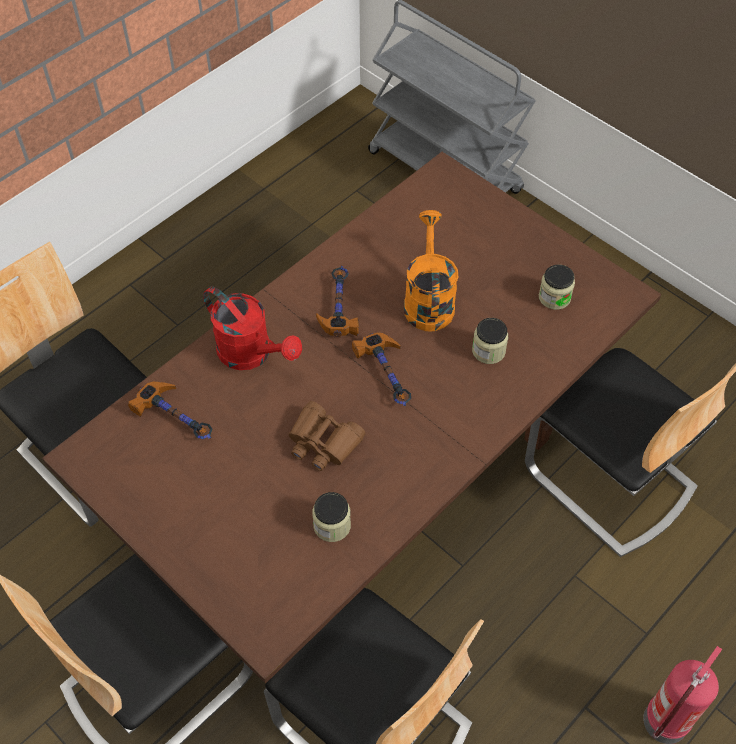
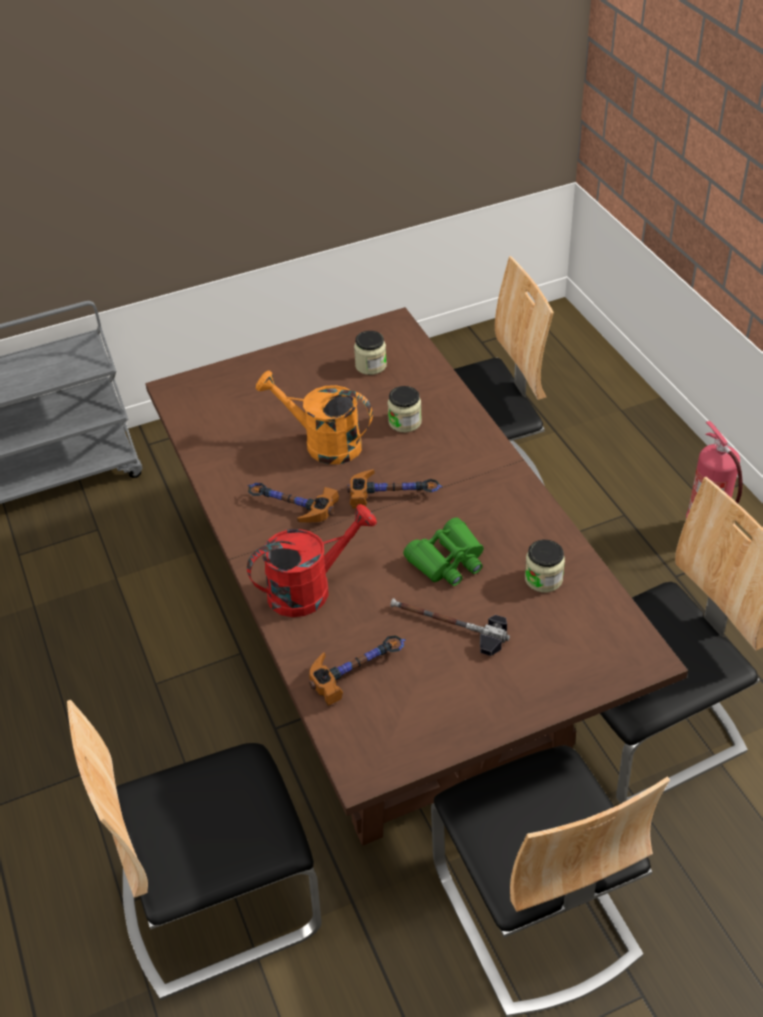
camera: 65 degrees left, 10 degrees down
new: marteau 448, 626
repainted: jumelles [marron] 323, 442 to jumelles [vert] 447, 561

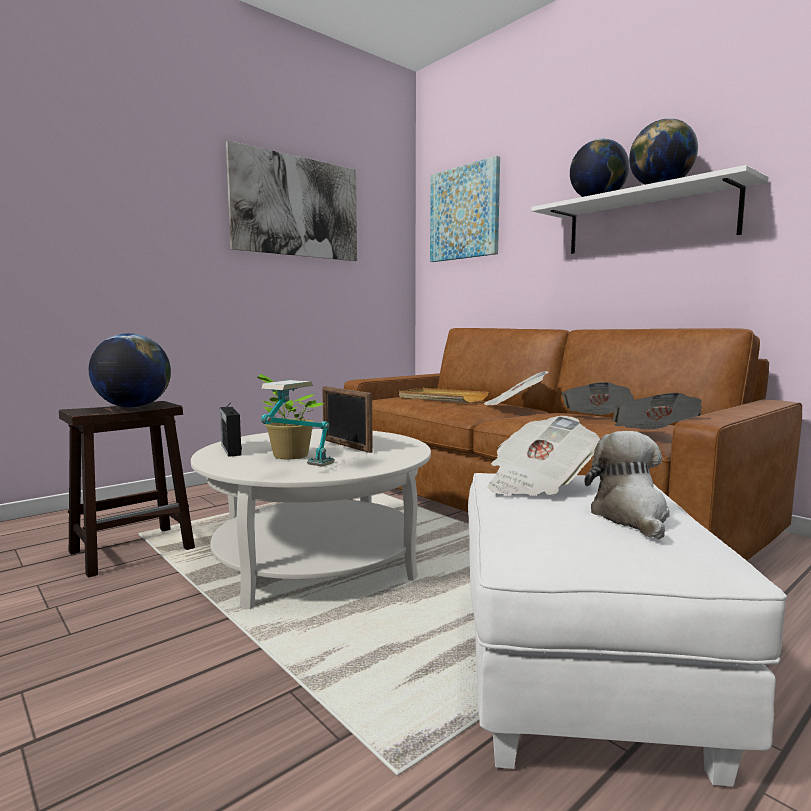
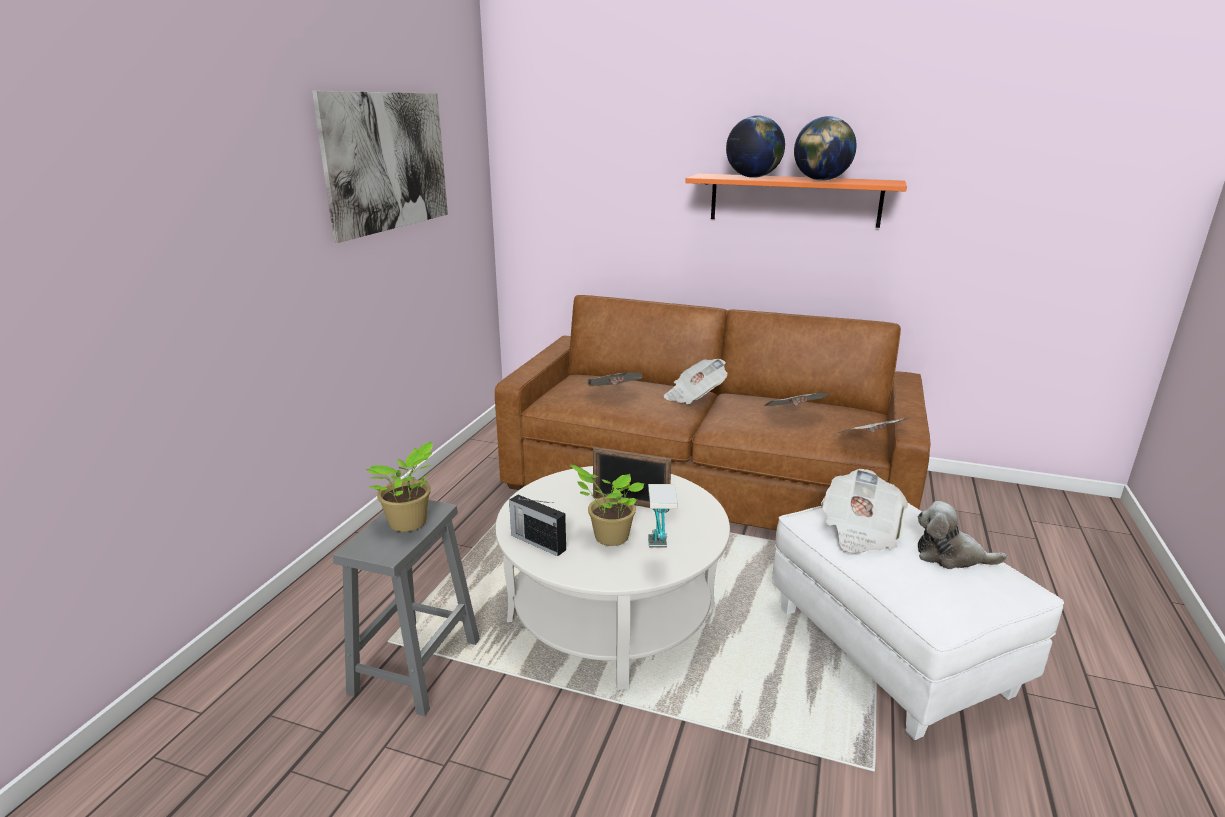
camera: 30 degrees left, 15 degrees up
gone: tableau 464, 213
swapped: globe 133, 407 to plante en pot 410, 523; plateau [beige] 441, 398 to journal 614, 394
repainted: tabouret [marron] 134, 550 to tabouret [gris] 417, 664; étagère [blanc] 648, 221 to étagère [orange] 794, 200
rotated: peluche 631, 517 = 950, 556 45 degrees counterclockwise

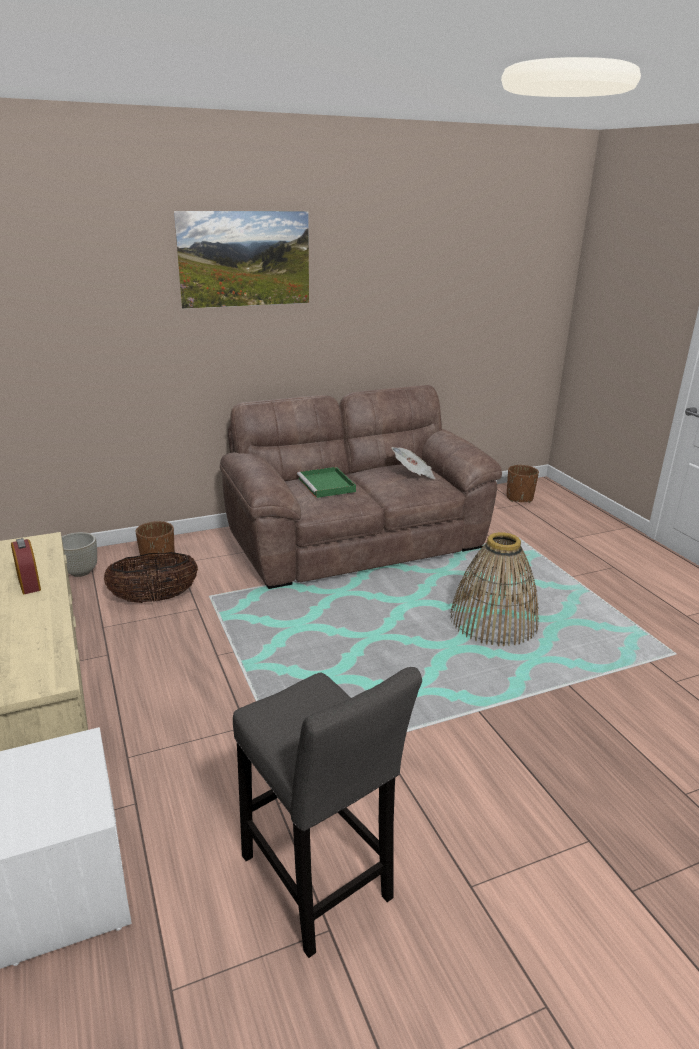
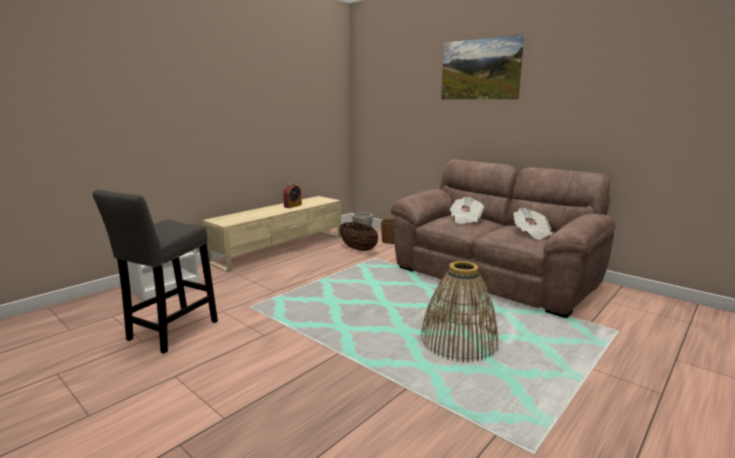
camera: 65 degrees right, 10 degrees down
gone: cache-pot [marron] 519, 498
swapped: plateau [vert] 327, 485 to journal 465, 219

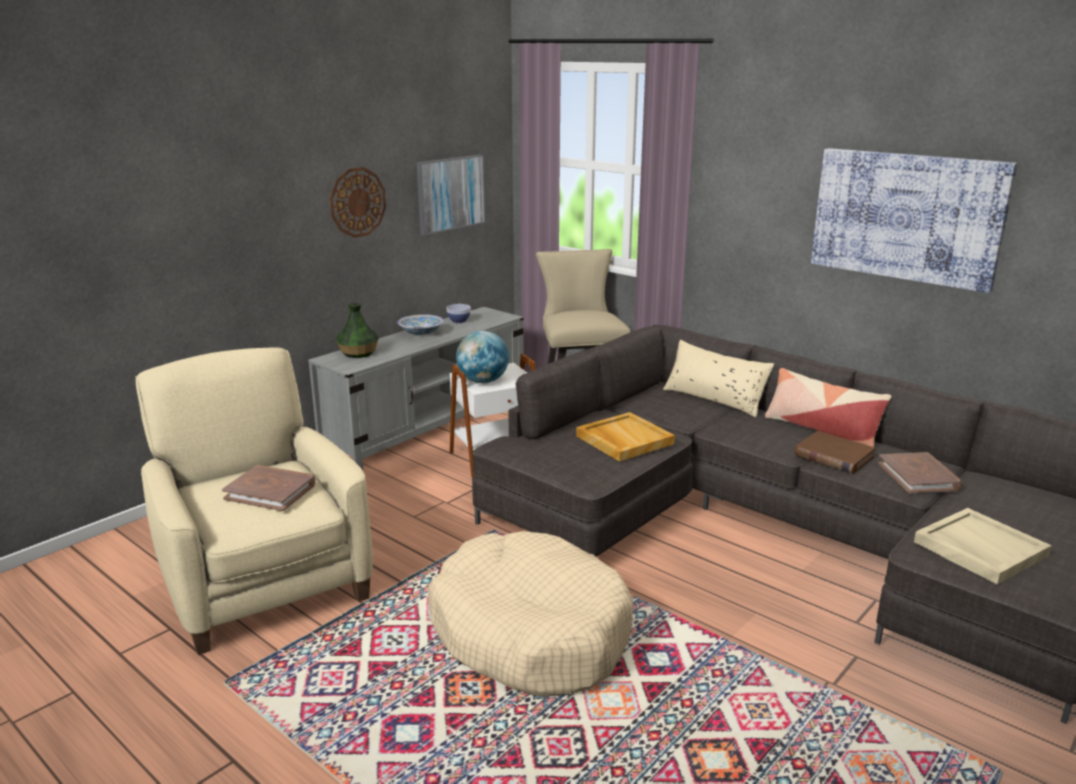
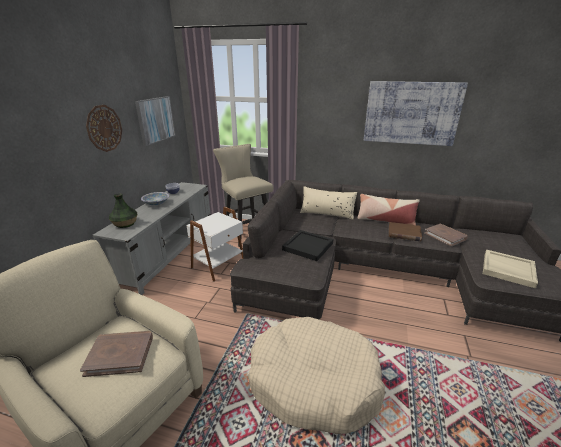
camera: 25 degrees left, 5 degrees up
gone: globe 483, 381
repainted: plateau [beige] 623, 440 to plateau [noir] 307, 246

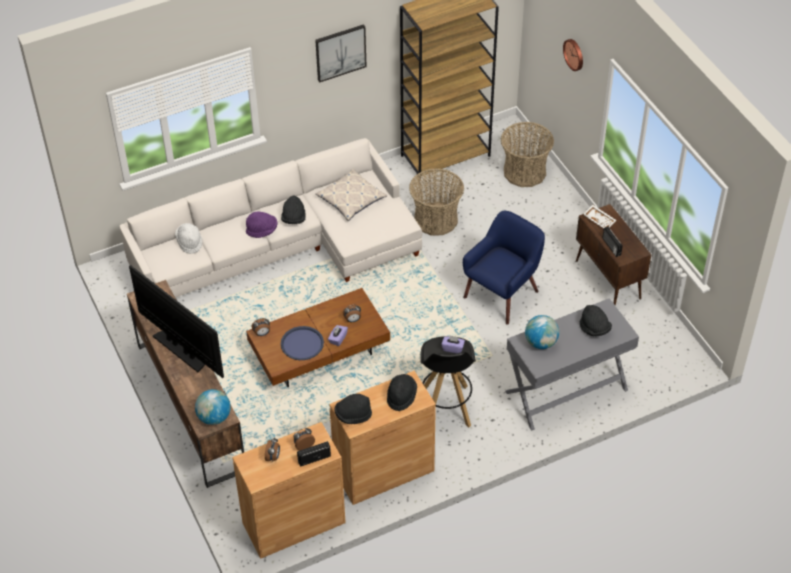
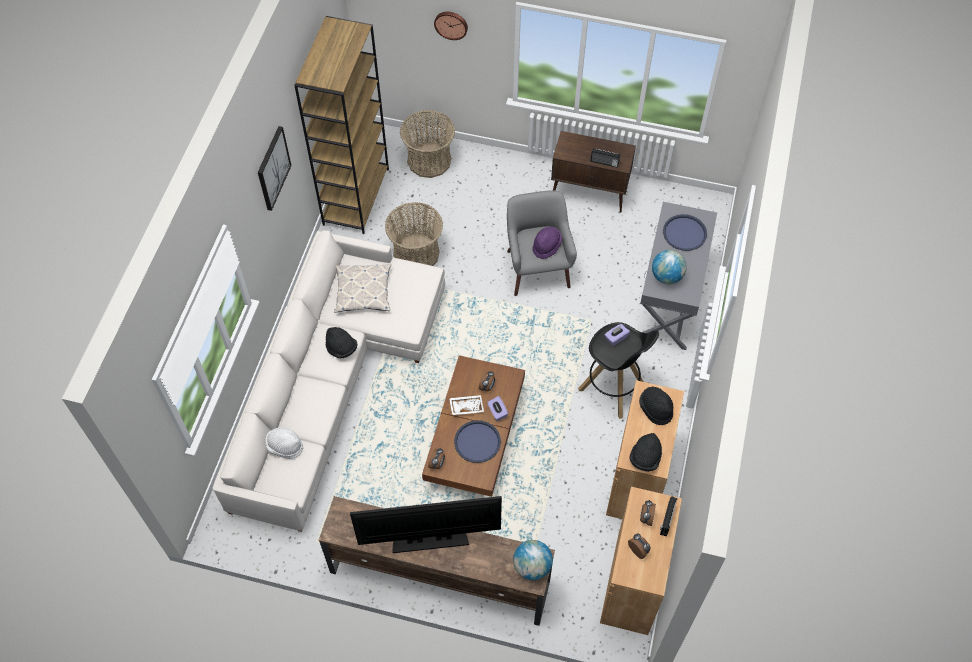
camera: 50 degrees left, 10 degrees up
shifted: chapeau [violet] 262, 230 to 546, 246; plateau [blanc] 599, 220 to 466, 406
swapped: chapeau [noir] 594, 329 to plateau [bleu] 684, 233
repainted: fauteuil [bleu] 502, 294 to fauteuil [gris] 537, 268

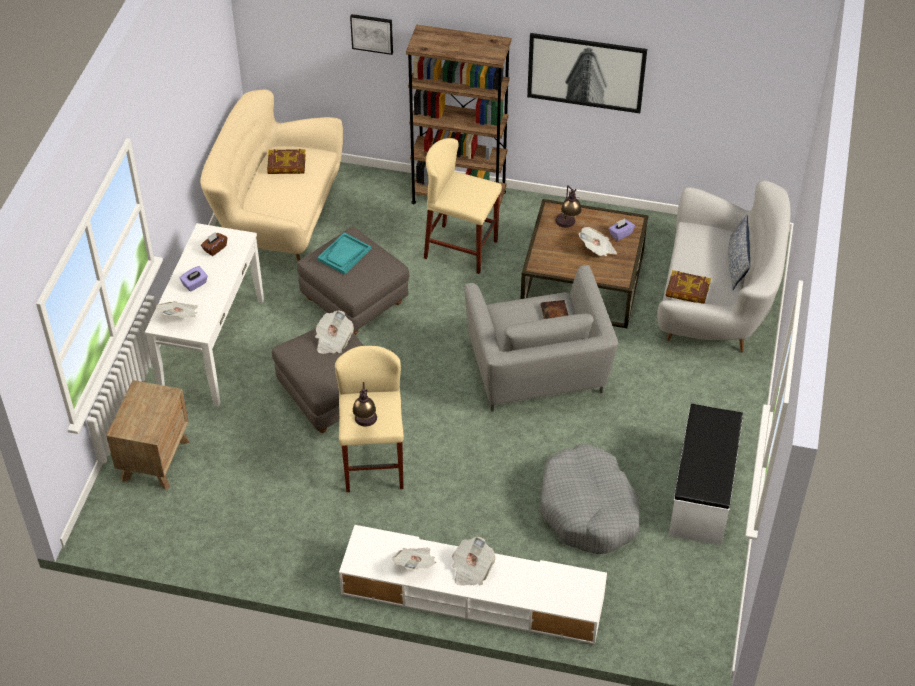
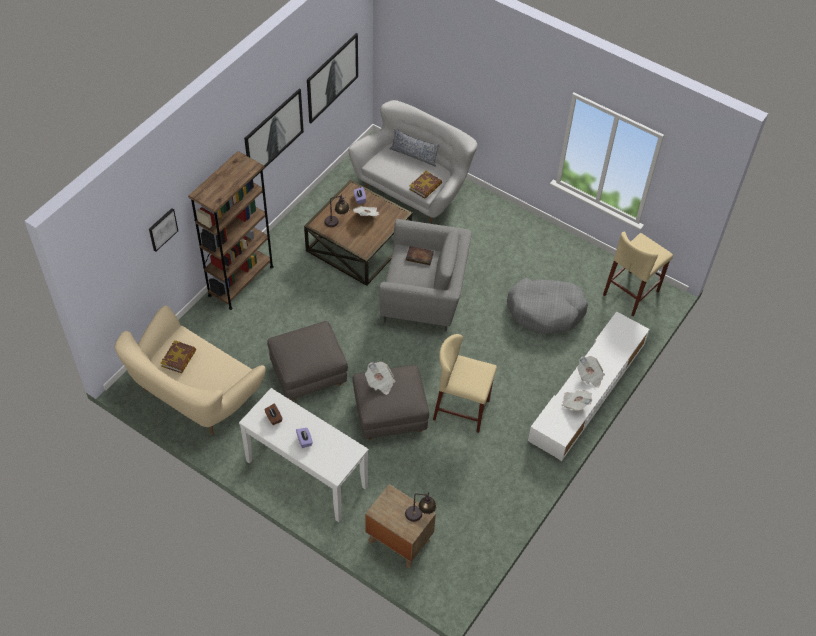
camera: 70 degrees left, 5 degrees up
gone: journal 180, 316; plateau [turquoise] 344, 255; banc [blanc] 703, 493
new: tableau 331, 77
shifted: lampe de table 365, 424 to 420, 516; tabouret [beige] 461, 249 to 631, 293

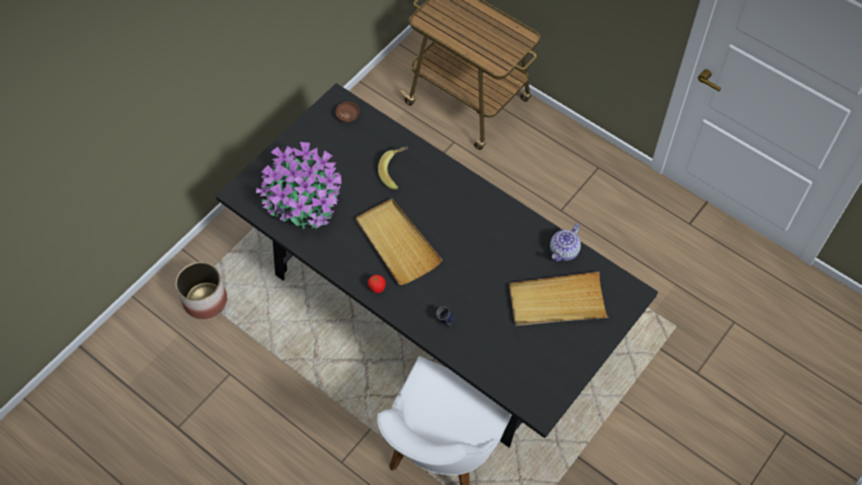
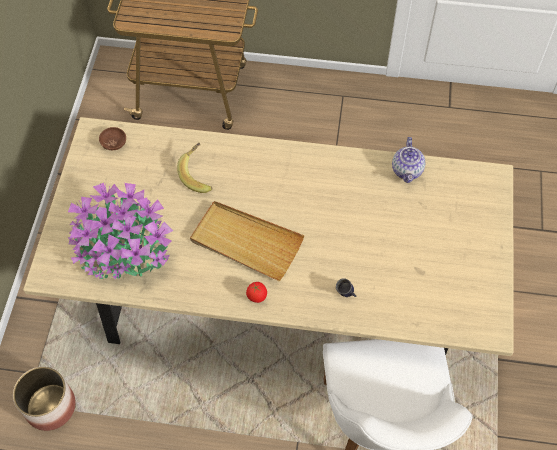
camera: 30 degrees left, 0 degrees up
gone: plateau [beige] 557, 302
repainted: table à manger [noir] 431, 307 to table à manger [beige] 279, 294

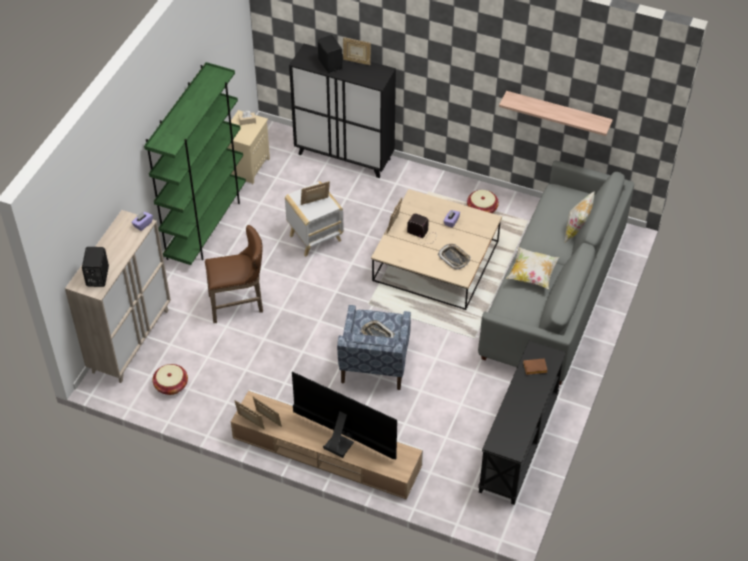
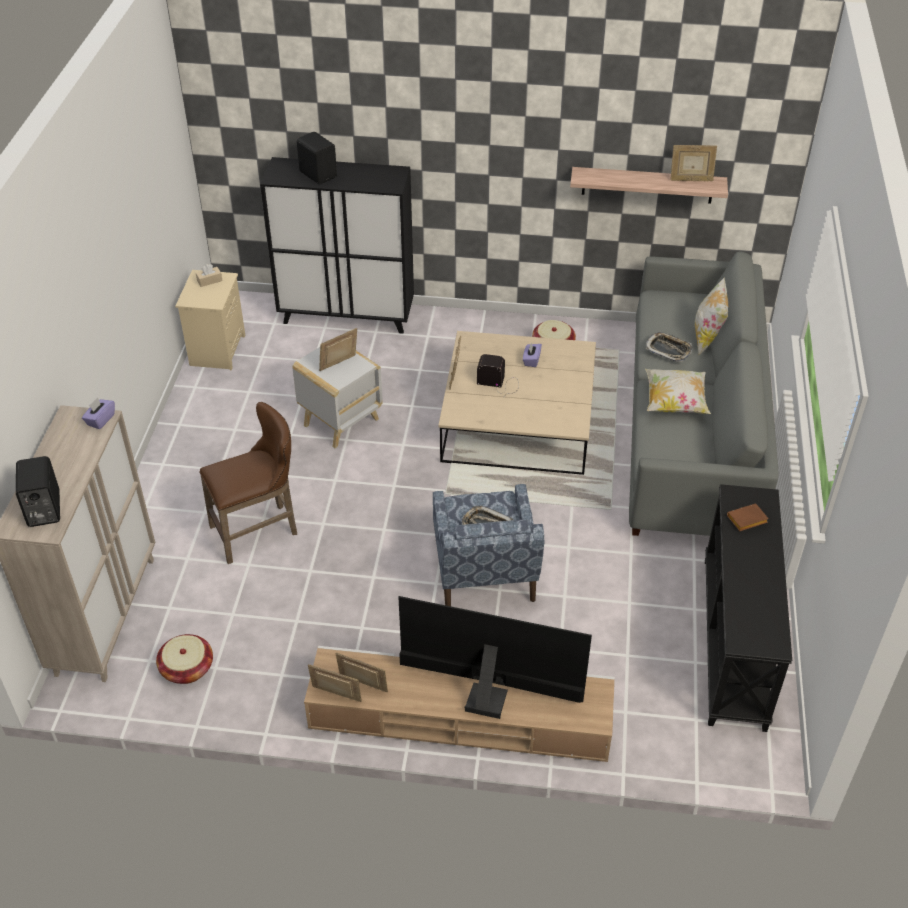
camera: 15 degrees left, 5 degrees down
gone: bibliothèque [vert] 206, 226
shifted: cadre photo 356, 61 to 690, 180; plateau 454, 258 to 668, 349

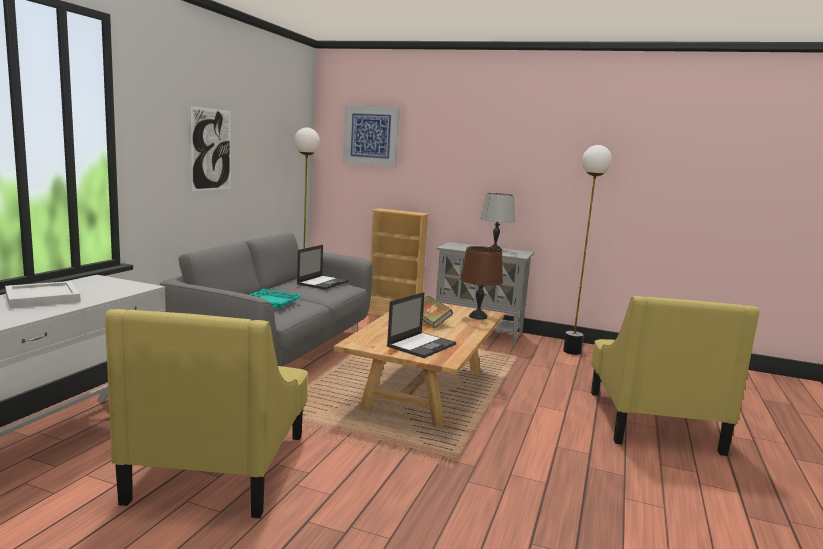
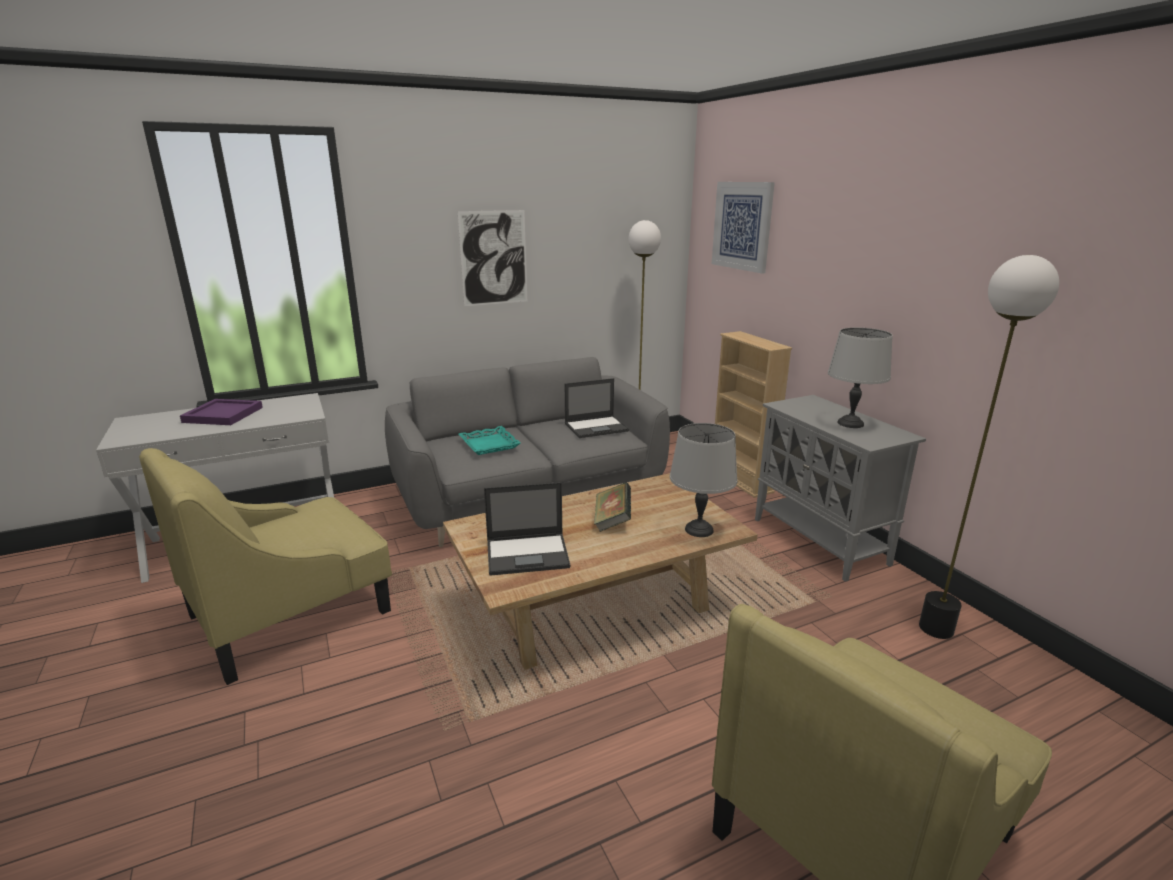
camera: 45 degrees right, 10 degrees up
repainted: plateau [blanc] 44, 298 to plateau [violet] 223, 415; lampe de table [marron] 478, 316 to lampe de table [gris] 699, 530

